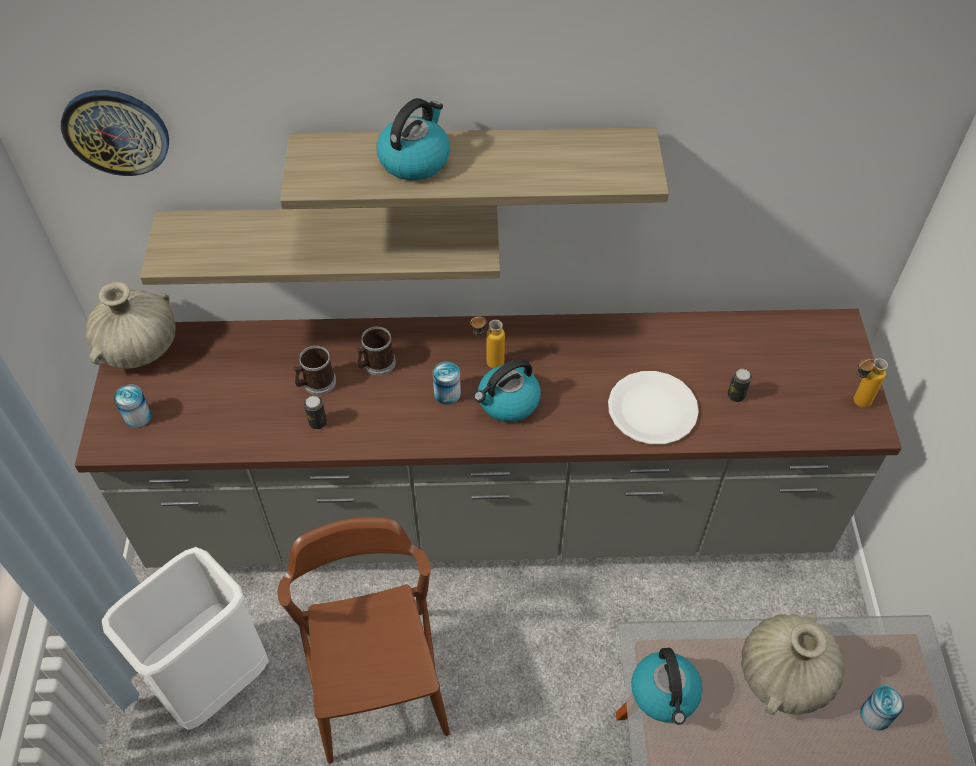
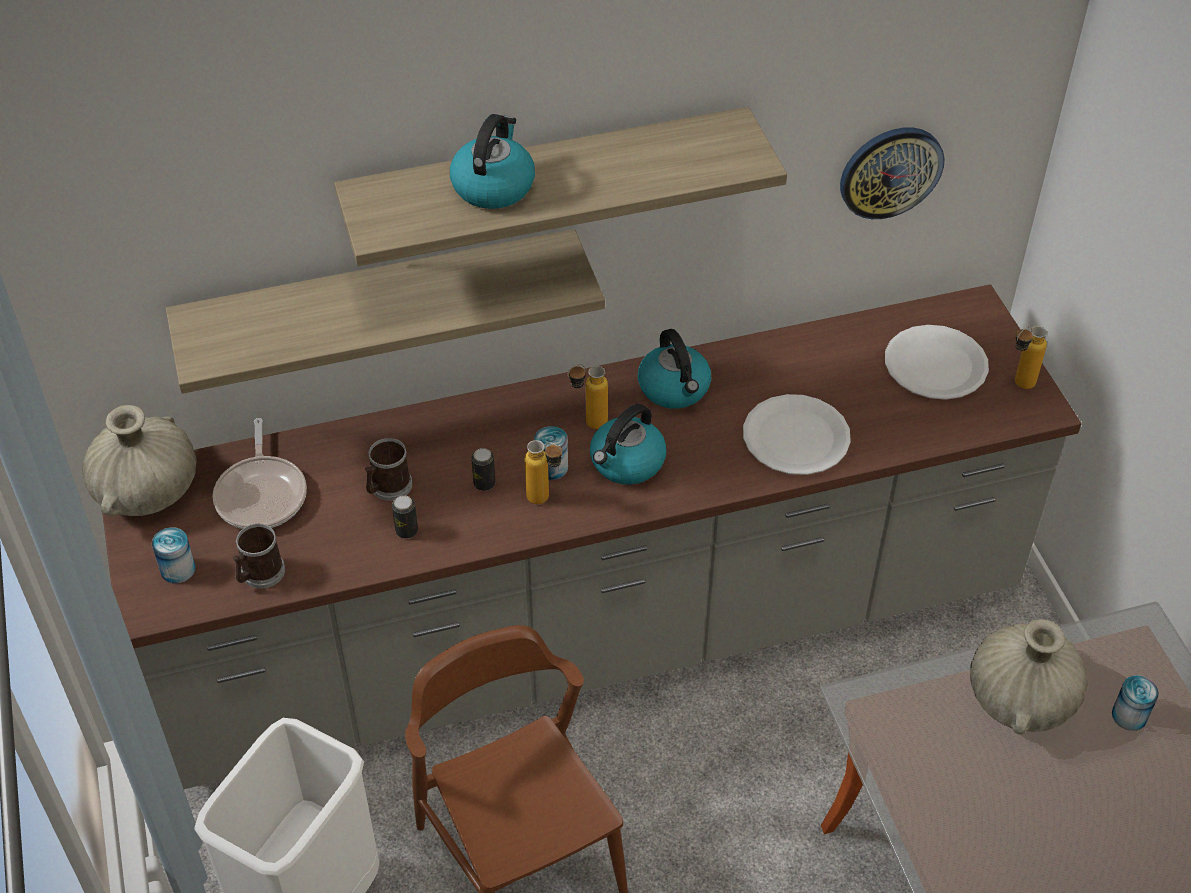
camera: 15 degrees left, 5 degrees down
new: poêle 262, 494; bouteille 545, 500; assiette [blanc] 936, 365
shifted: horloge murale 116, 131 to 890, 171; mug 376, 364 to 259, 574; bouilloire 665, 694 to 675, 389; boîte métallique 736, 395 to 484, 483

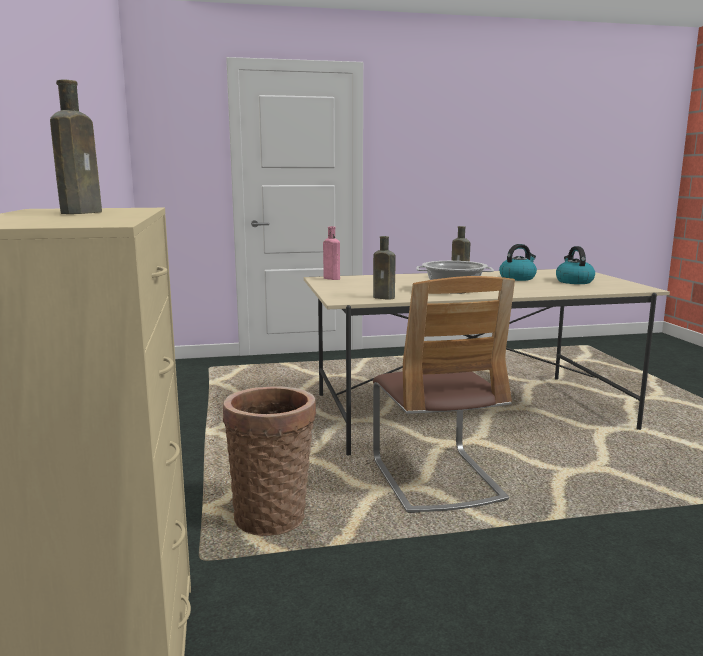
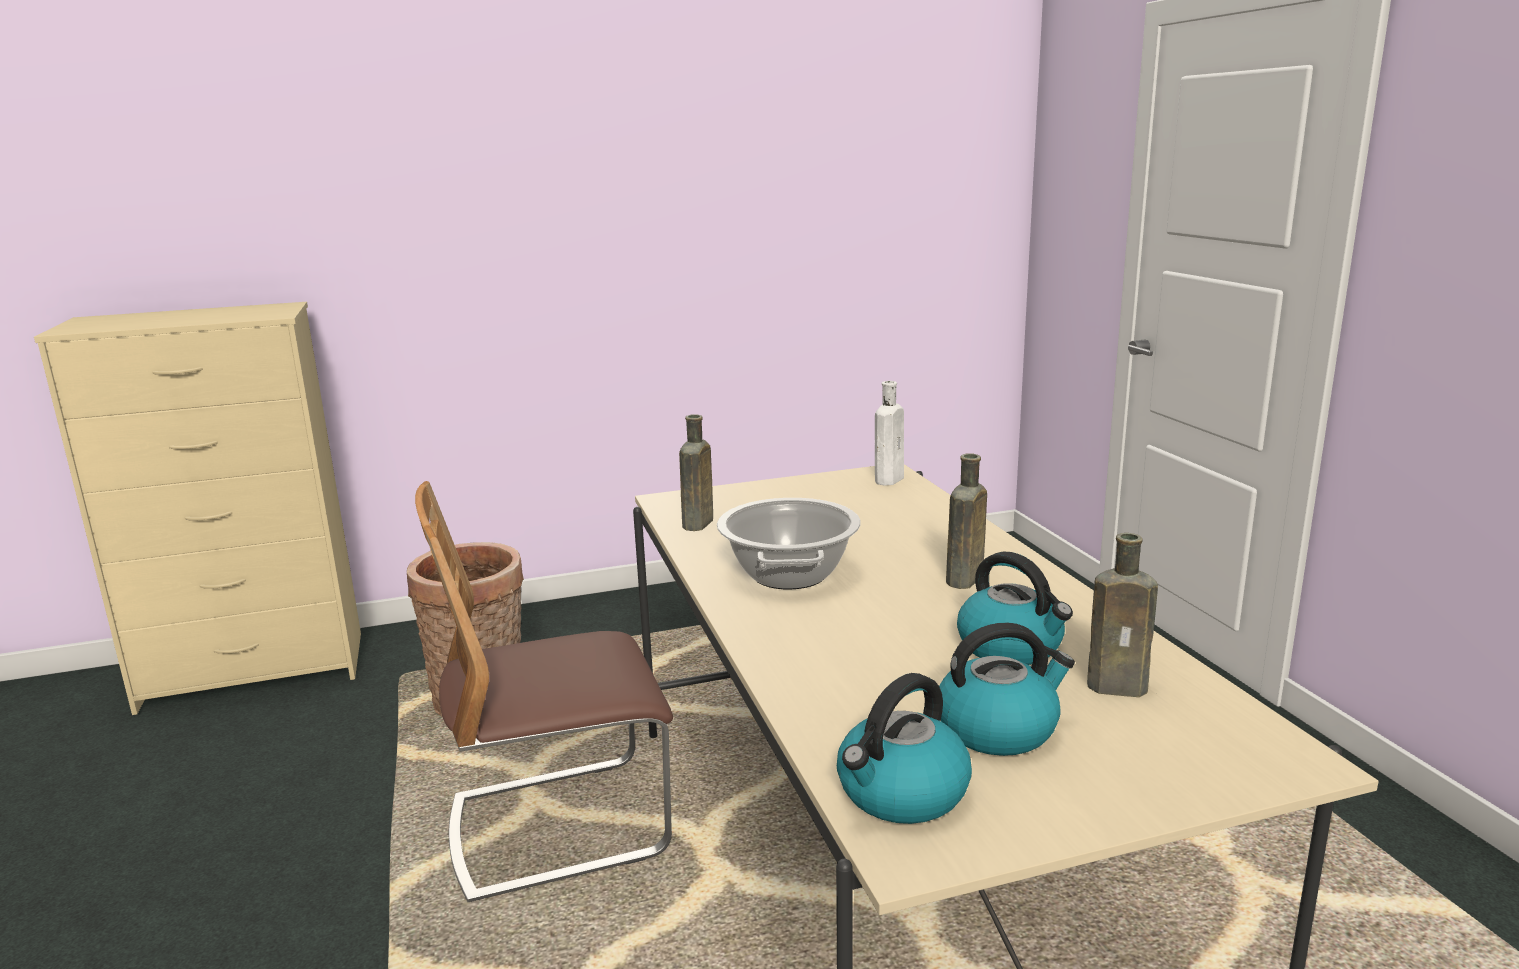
camera: 85 degrees right, 5 degrees up
new: bouilloire 901, 793
shifted: bouteille [marron] 83, 212 to 1121, 687
repainted: bouteille [rose] 330, 278 to bouteille [blanc] 890, 479

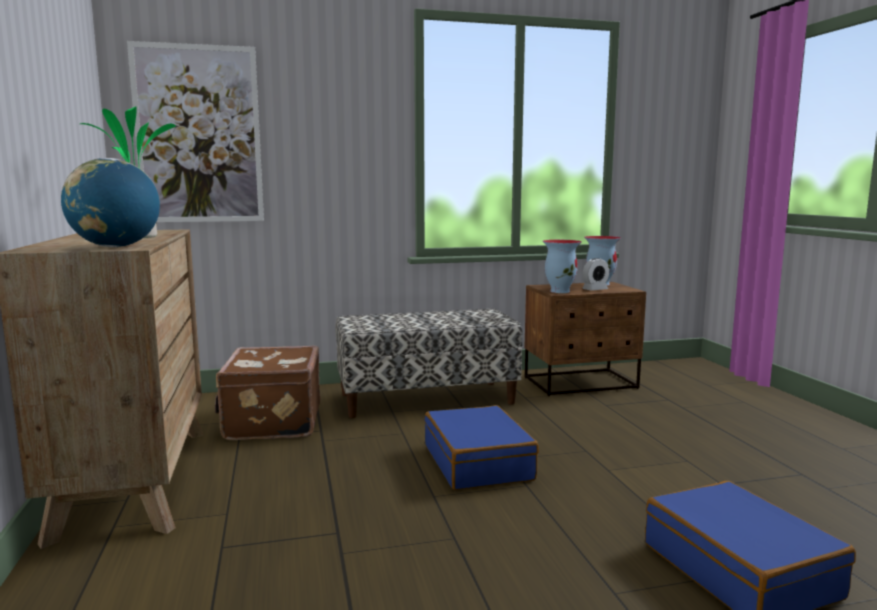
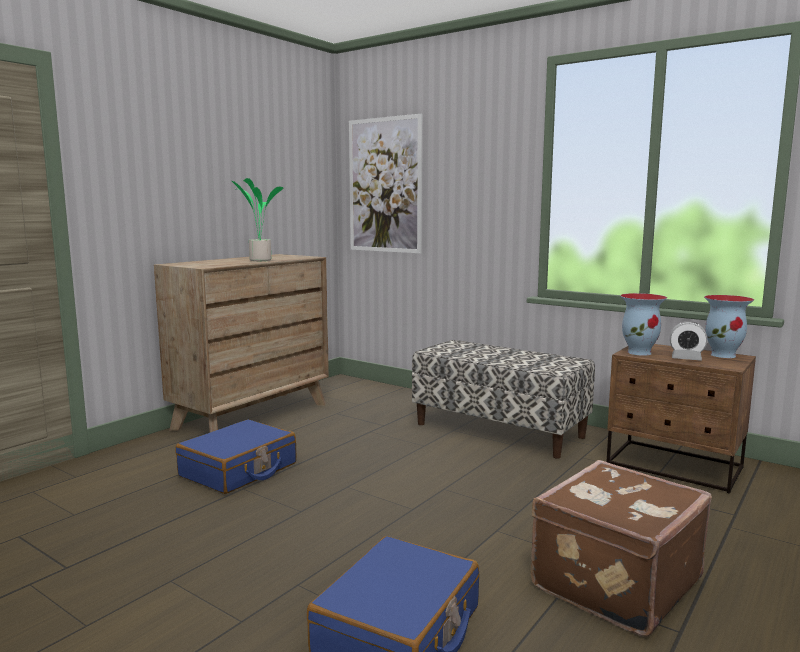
camera: 50 degrees right, 0 degrees up
gone: globe 116, 247
shifted: valise [marron] 271, 422 to 613, 582; valise [bleu] 478, 463 to 239, 470

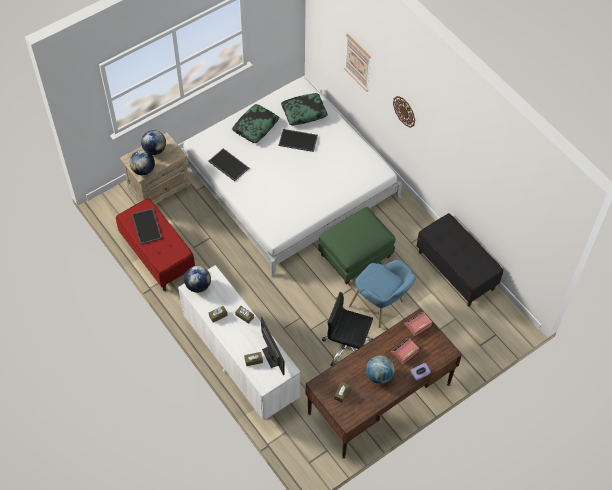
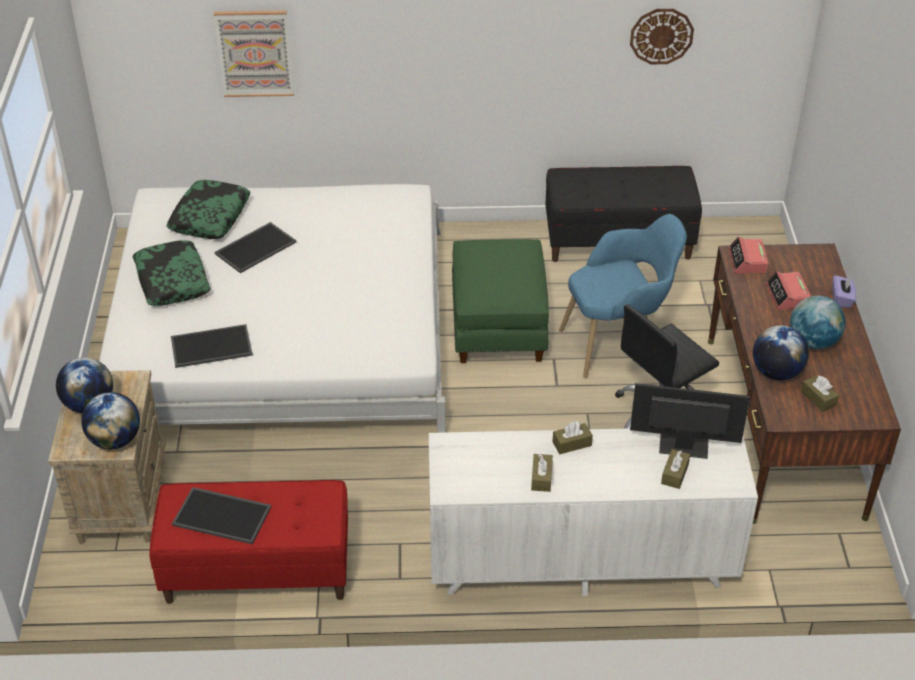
camera: 55 degrees left, 15 degrees down
shifted: globe 198, 286 to 776, 372; horloge murale 404, 111 to 661, 36

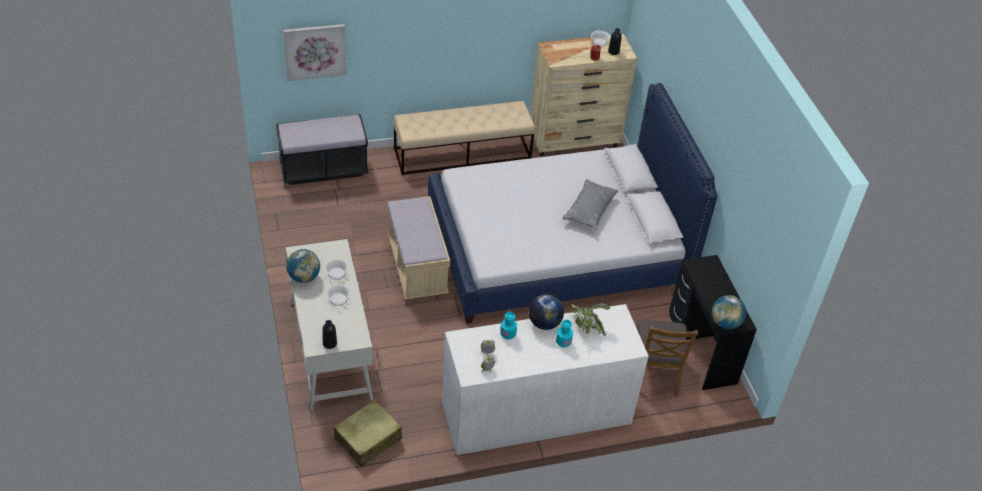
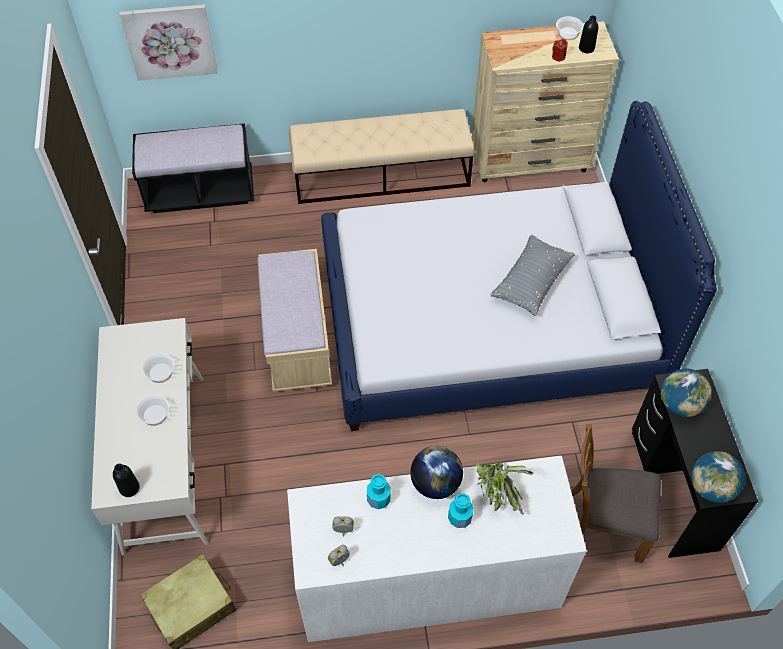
camera: 10 degrees right, 10 degrees up
shifted: globe 304, 277 to 680, 404
rotated: chaise [marron] 655, 373 = 603, 525 90 degrees clockwise

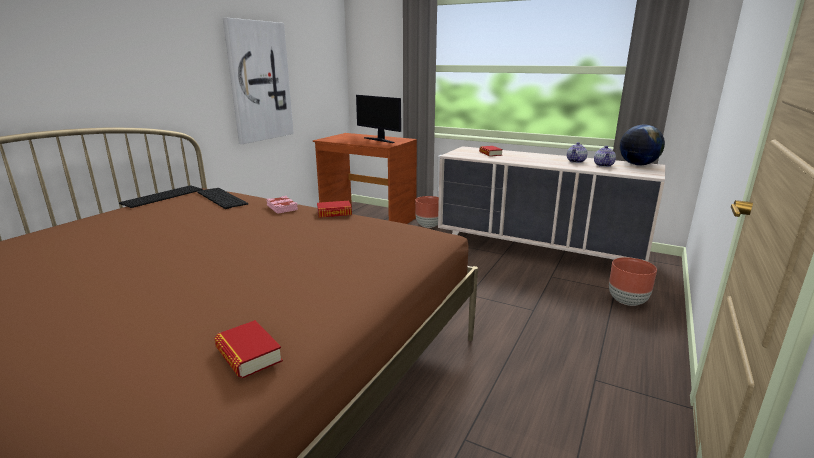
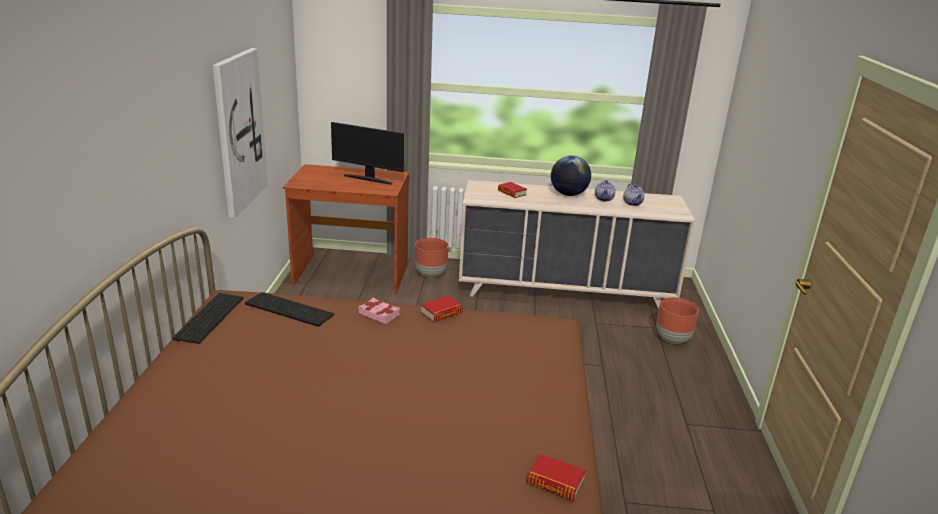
camera: 25 degrees left, 5 degrees up
shifted: globe 637, 165 to 568, 194

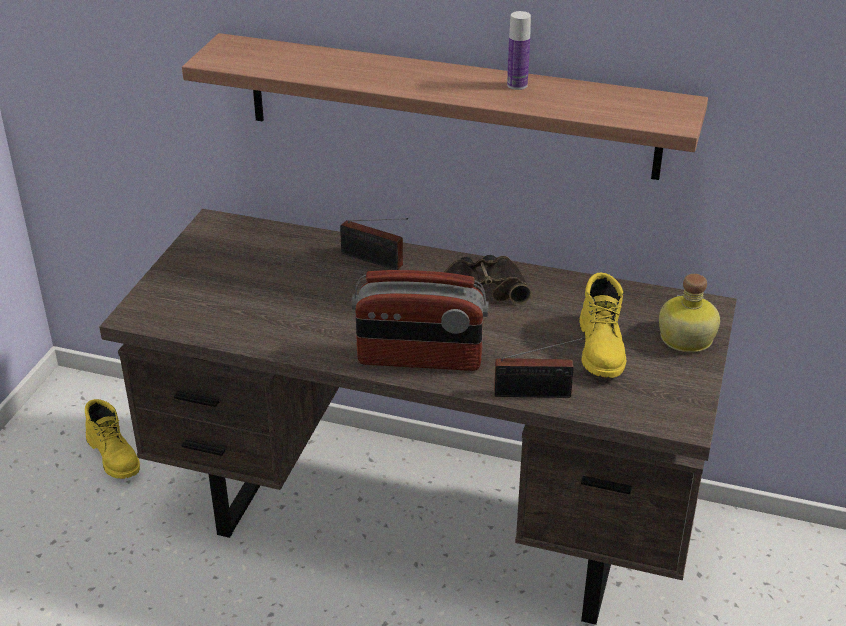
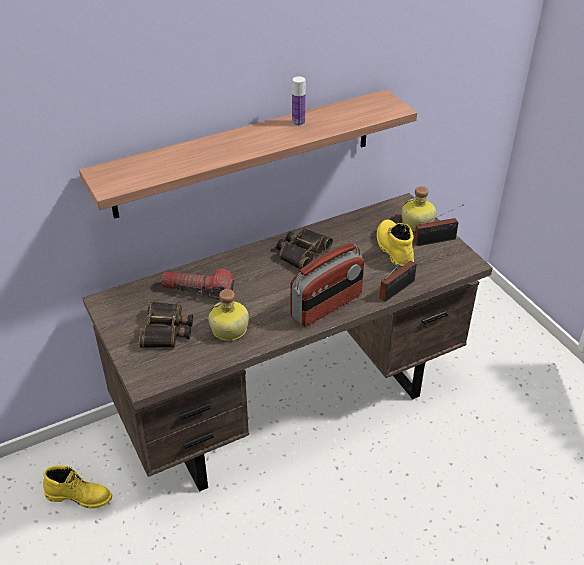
camera: 45 degrees left, 5 degrees up
new: jumelles 167, 330; lampe de poche 199, 290; bouteille 229, 330
shifted: radio 374, 261 to 437, 240
rotated: botte [jaune] 602, 349 = 393, 250 150 degrees counterclockwise

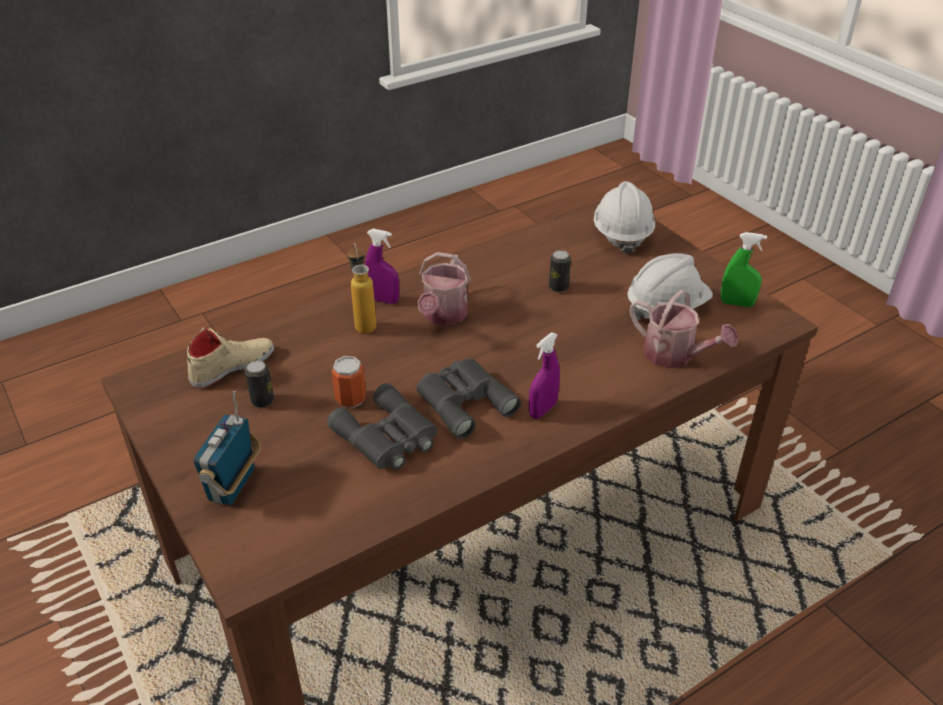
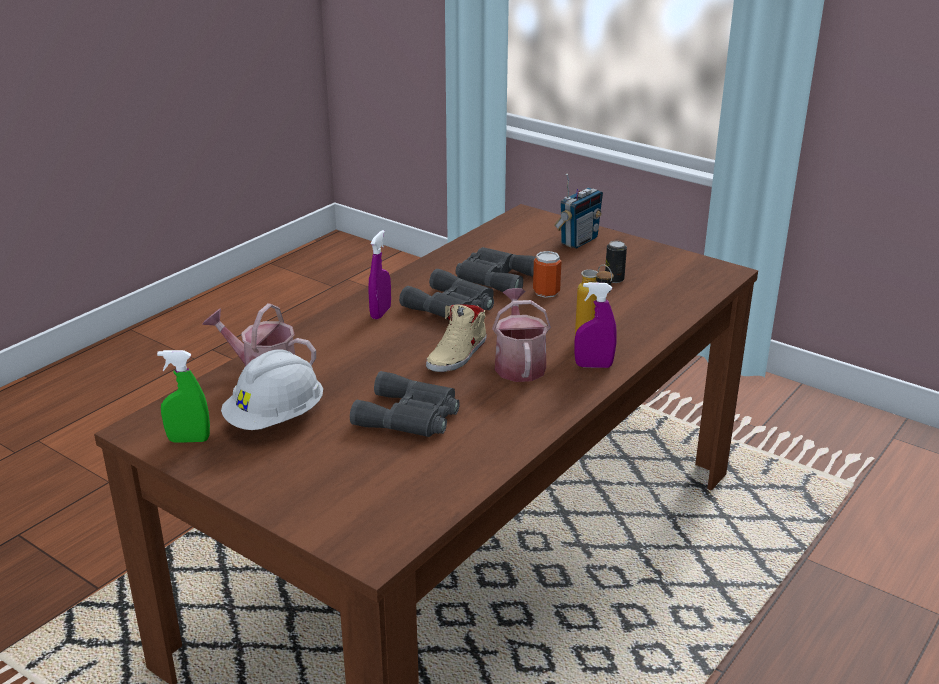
camera: 160 degrees right, 10 degrees down
gone: casque de chantier [blanc] 622, 234
shifted: chaussure [beige] 232, 366 to 458, 355
swapped: boîte métallique 558, 287 to jumelles [gris] 410, 416
rotated: radio 233, 485 = 578, 241 45 degrees clockwise

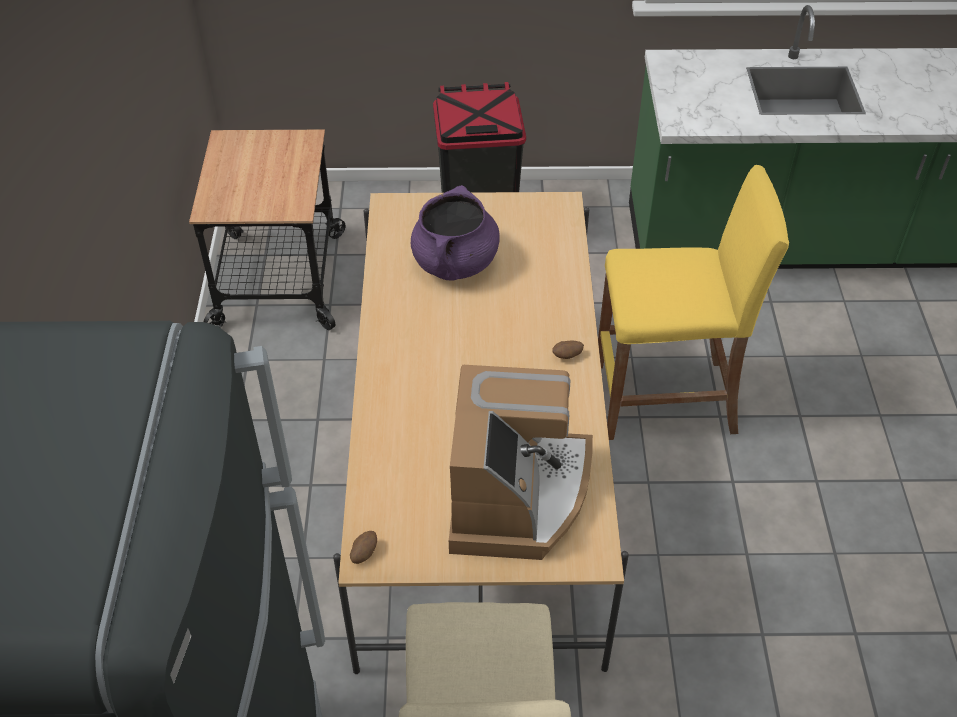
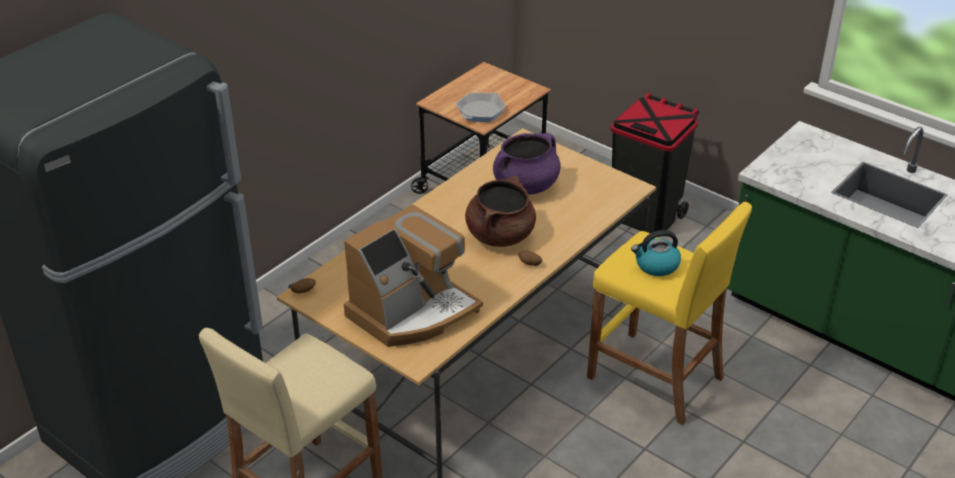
camera: 40 degrees right, 10 degrees down
new: poêle 480, 111; marmite [marron] 500, 235; bouilloire 656, 265

